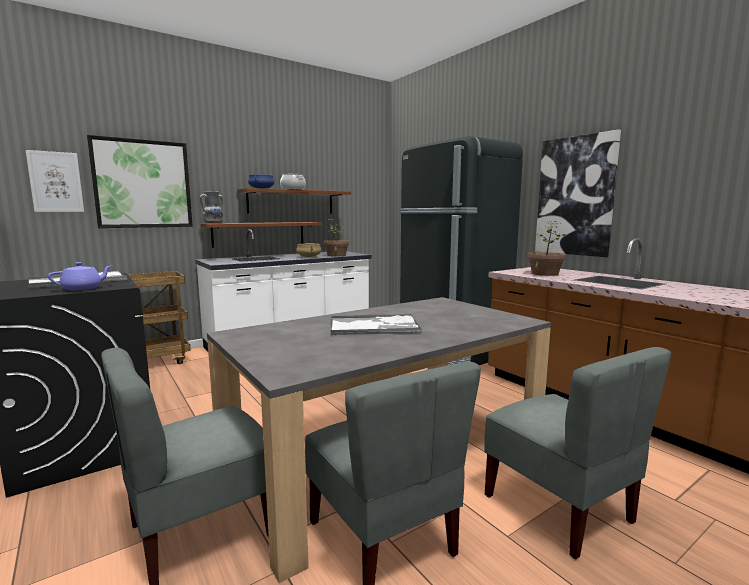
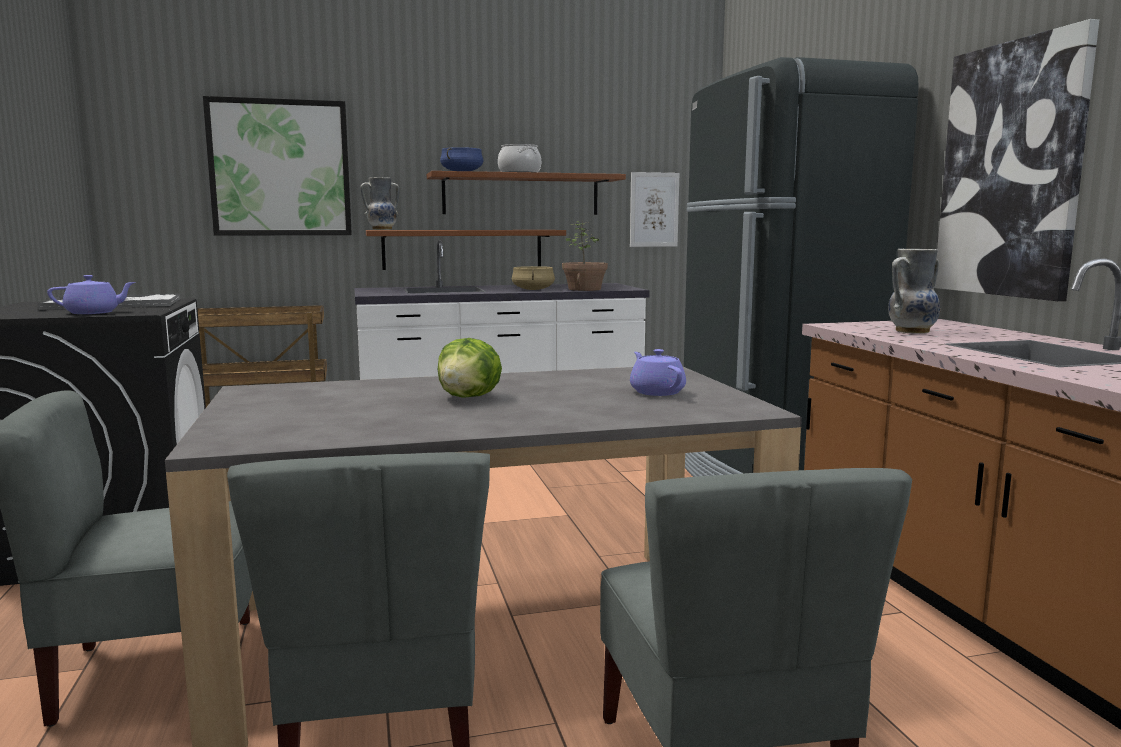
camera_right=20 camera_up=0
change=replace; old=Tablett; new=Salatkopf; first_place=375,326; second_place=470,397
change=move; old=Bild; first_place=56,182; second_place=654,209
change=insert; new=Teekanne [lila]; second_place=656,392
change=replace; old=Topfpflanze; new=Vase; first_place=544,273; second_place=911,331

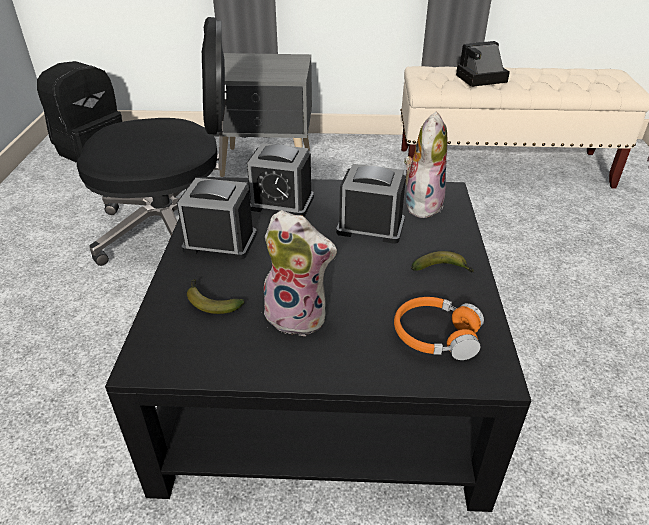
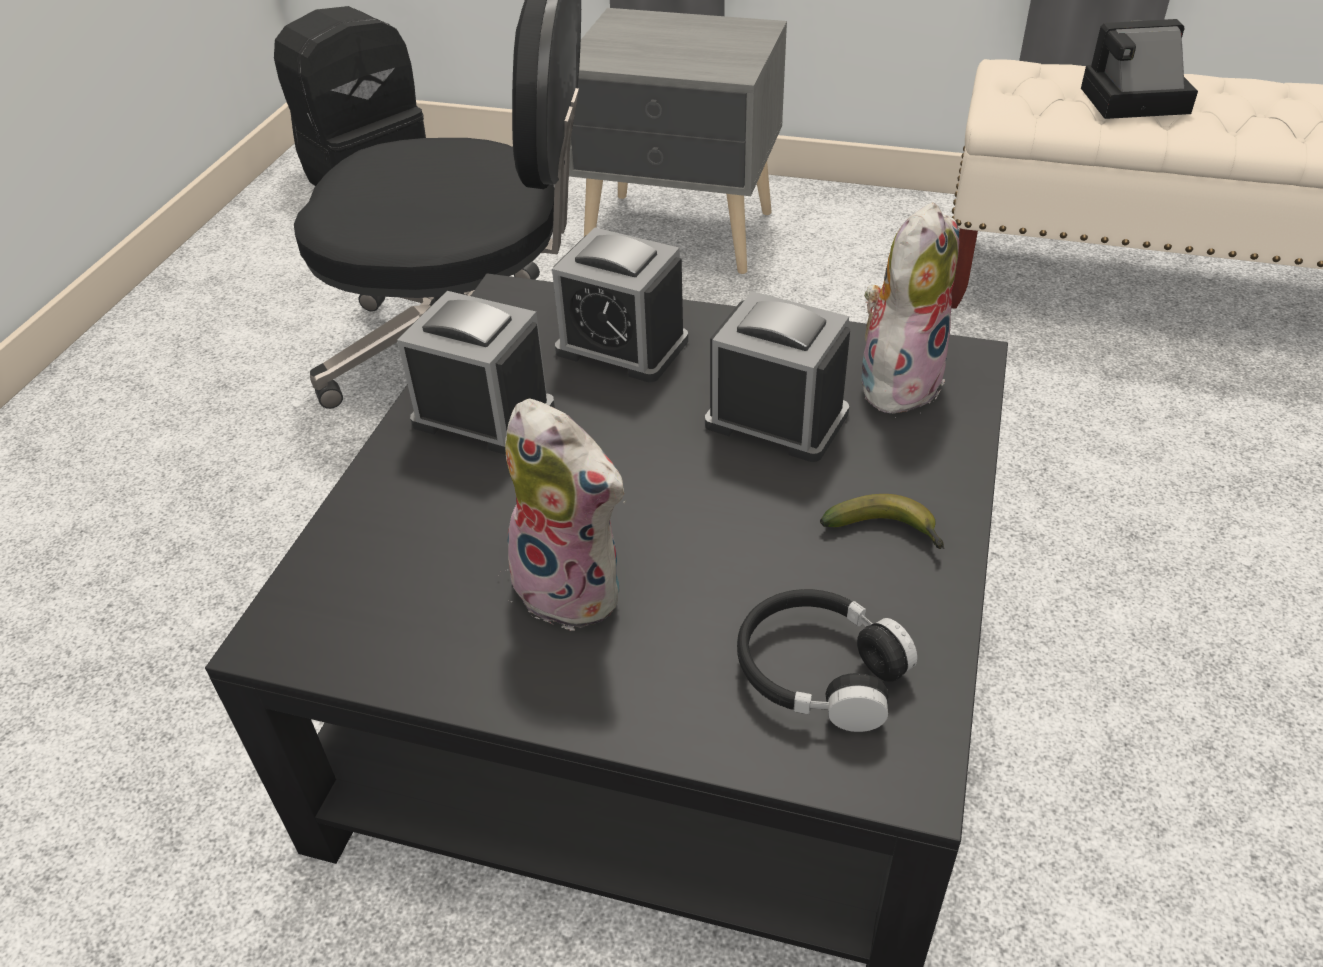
camera_right=15 camera_up=5
change=recolor; old=Kopfhörer [orange]; new=Kopfhörer [schwarz]; first_place=435,336; second_place=819,671
change=delete; old=Banane; first_place=210,302

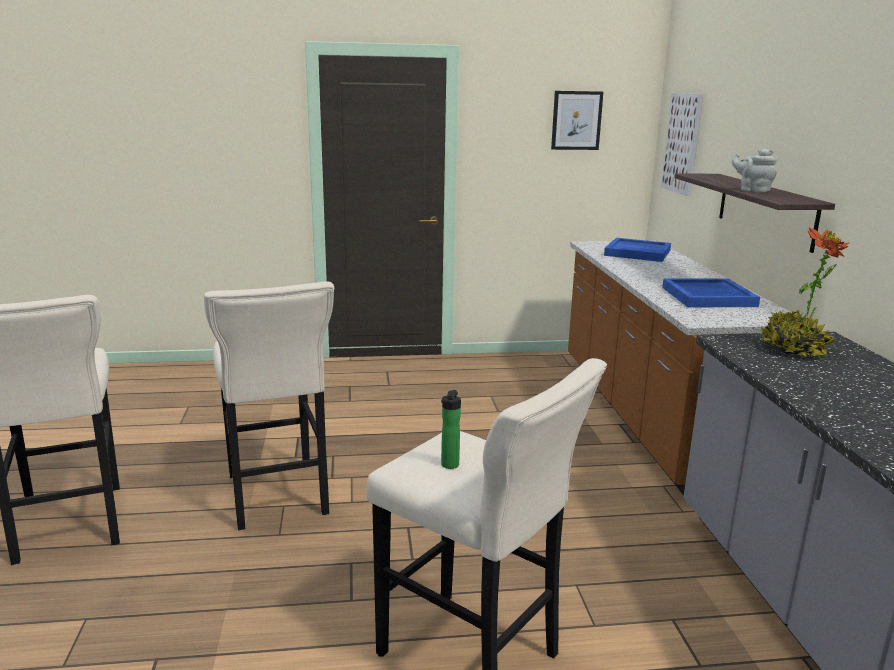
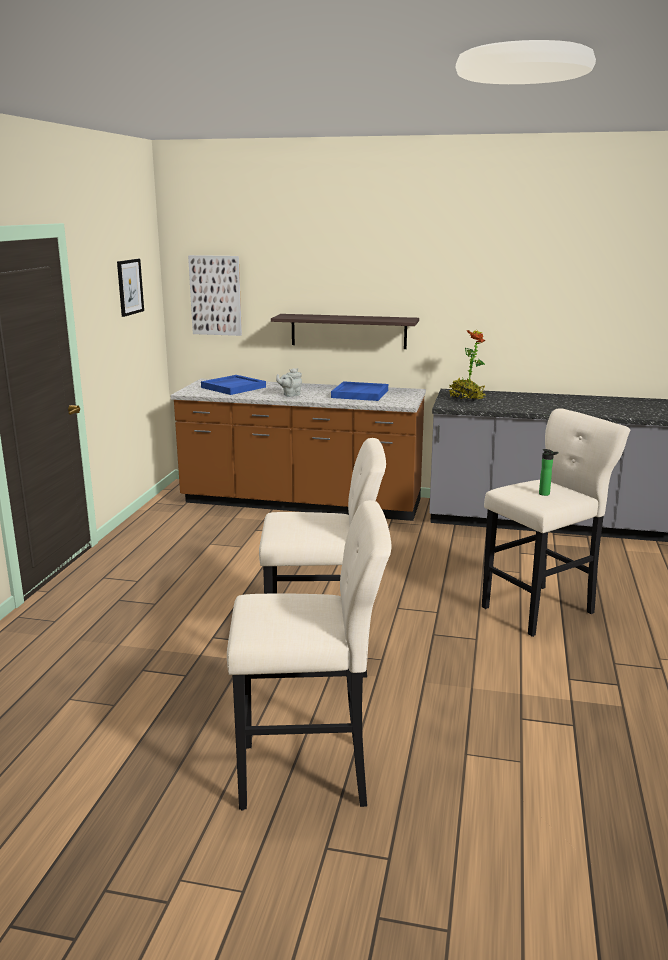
camera_right=-70 camera_up=0
change=move; old=Teekanne [grau]; first_place=752,190; second_place=290,395

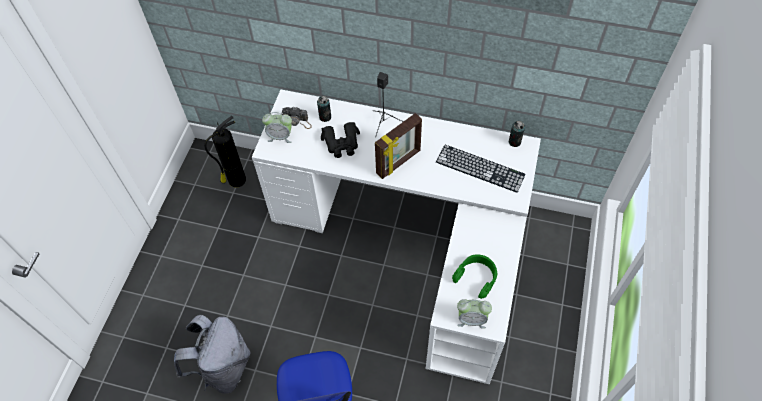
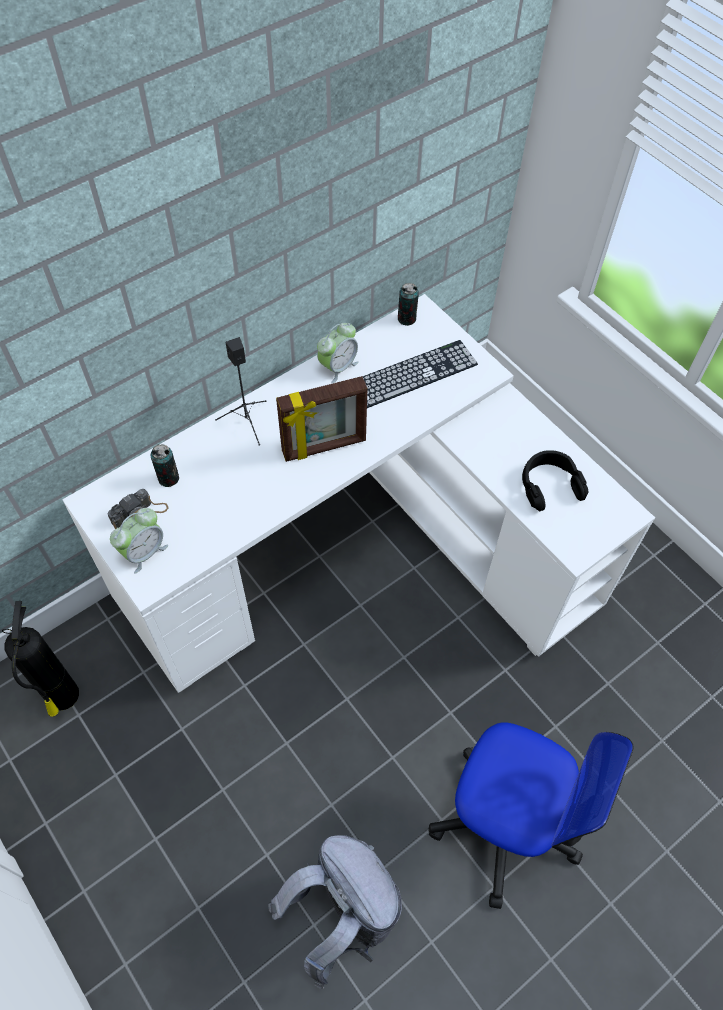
camera_right=-55 camera_up=0
change=rotate; old=Bilderrahmen; first_place=399,162; second_place=324,447; degrees=75
change=move; old=Wecker; first_place=471,319; second_place=338,367
change=recolor; old=Kopfhörer [grün]; new=Kopfhörer [schwarz]; first_place=476,277; second_place=549,485
change=delete; old=Fernglas [schwarz]; first_place=341,143

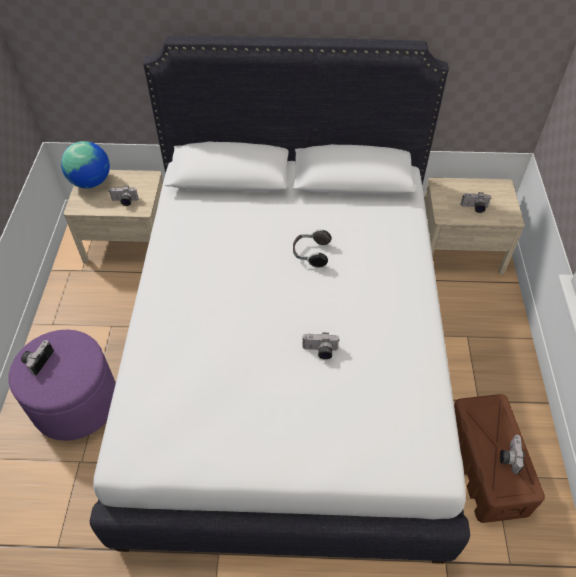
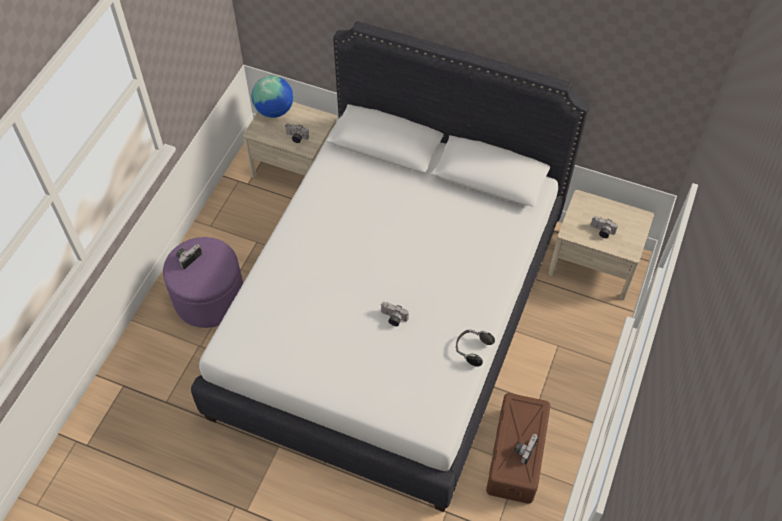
camera_right=20 camera_up=5
change=move; old=Kopfhörer; first_place=311,254; second_place=472,349

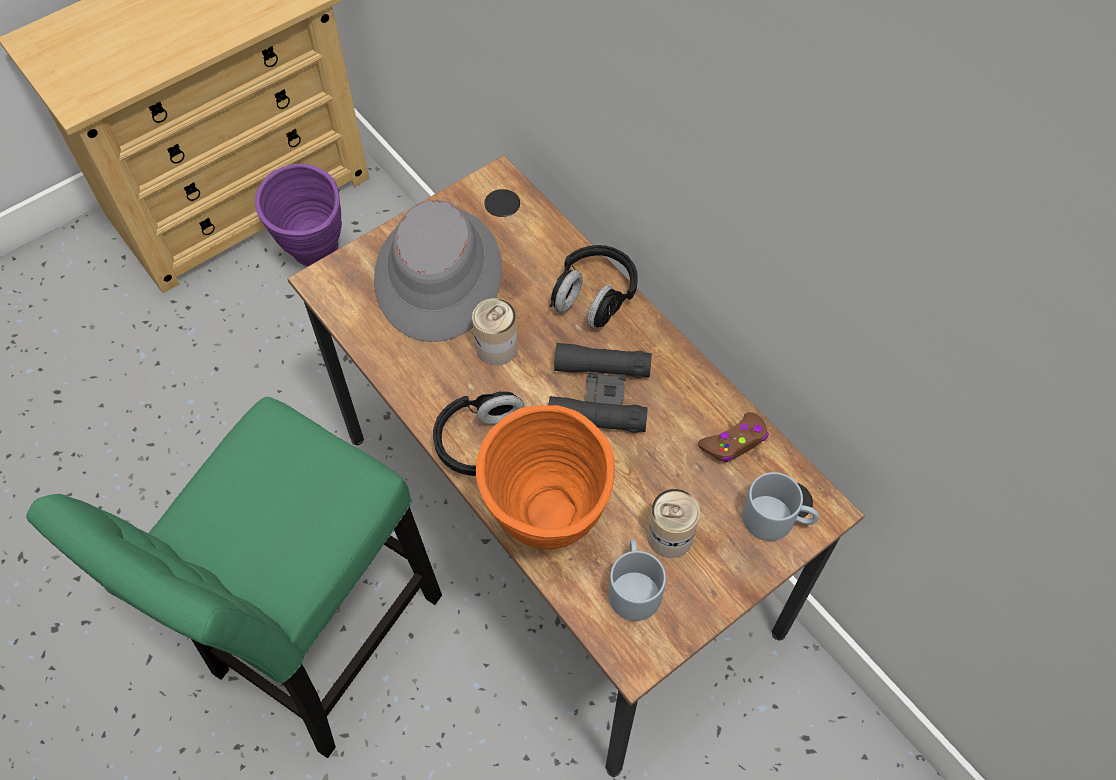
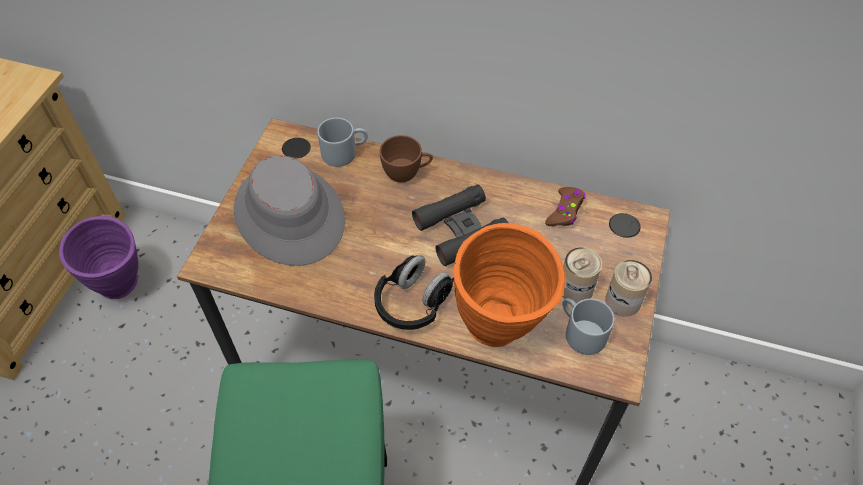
camera_right=-35 camera_up=-5
change=move; old=Henkelbecher [grau]; first_place=777,519; second_place=344,152
change=replace; old=Kopfhörer [schwarz]; new=Tasse [braun]; first_place=594,297; second_place=407,173
change=move; old=Dose; first_place=496,347; second_place=623,301

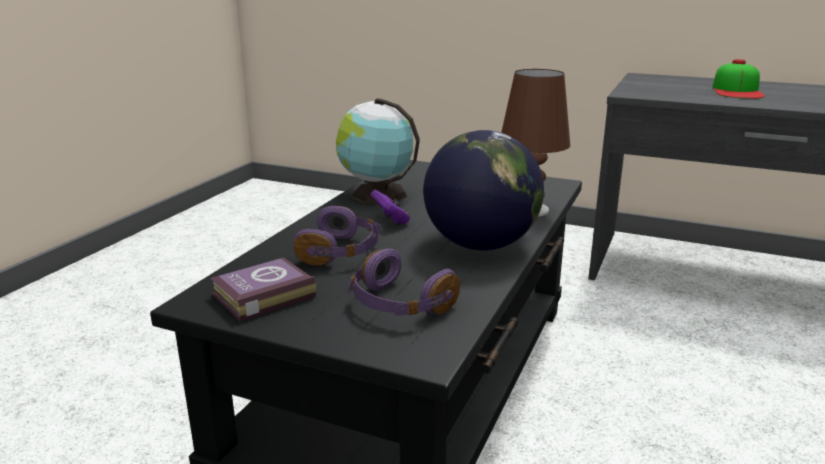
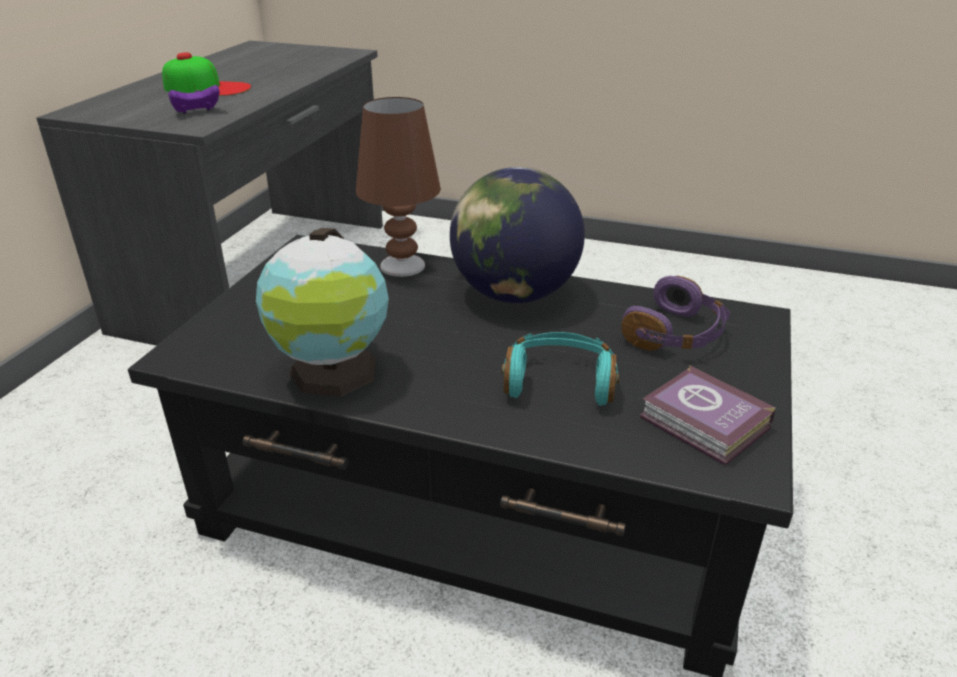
camera_right=-95 camera_up=10
change=move; old=Gamepad [lila]; first_place=391,220; second_place=197,112
change=recolor; old=Kopfhörer [lila]; new=Kopfhörer [türkis]; first_place=341,252; second_place=559,382

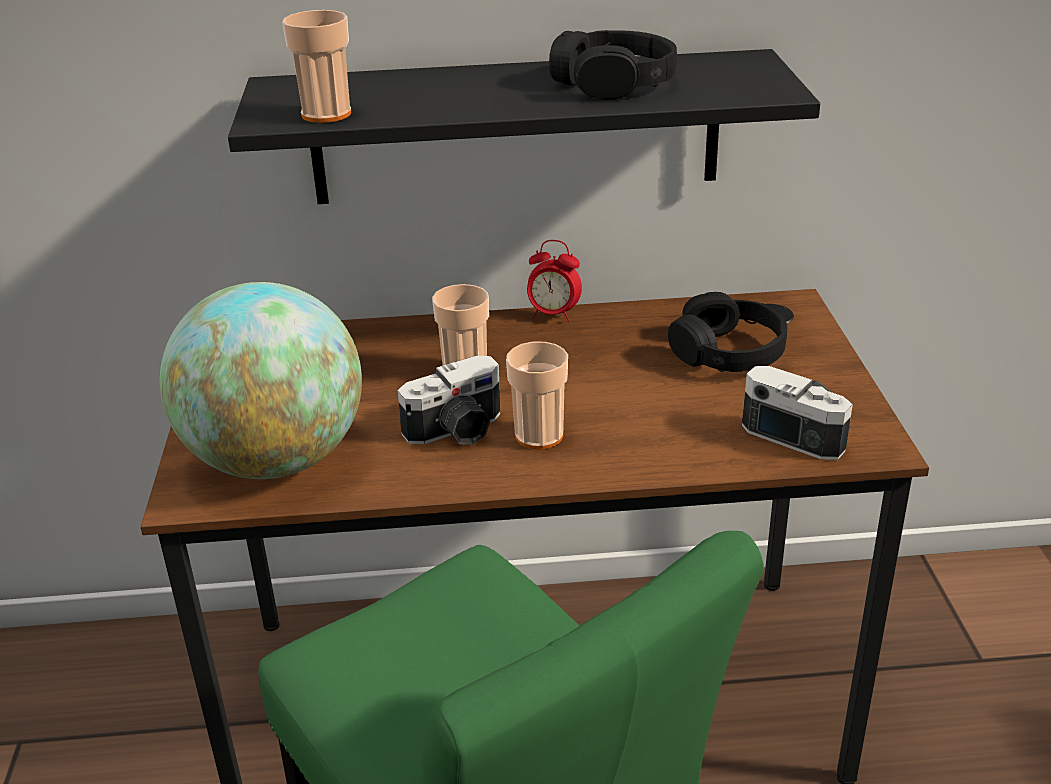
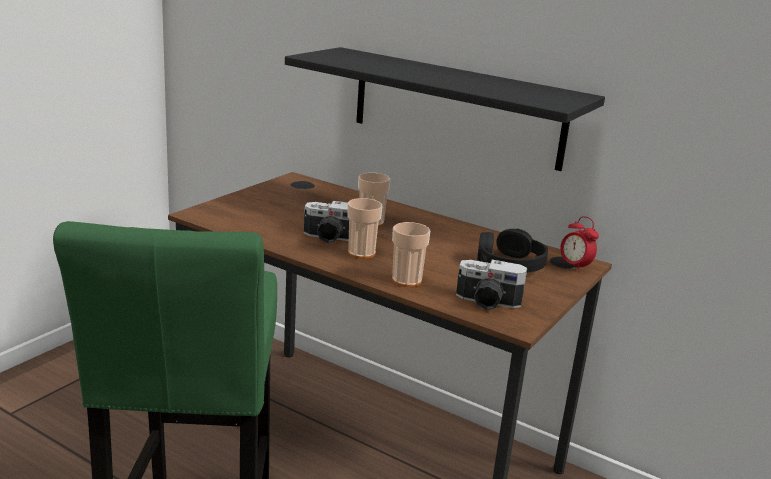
camera_right=35 camera_up=-10
change=move; old=Tasse; first_place=326,114; second_place=406,280
change=rotate; old=Kamera; first_place=799,431; second_place=487,303; degrees=120
change=move; old=Wecker; first_place=553,315; second_place=574,267
change=delete; old=Globus; first_place=277,460
change=delete; old=Kopfhörer [schwarz]; first_place=614,83

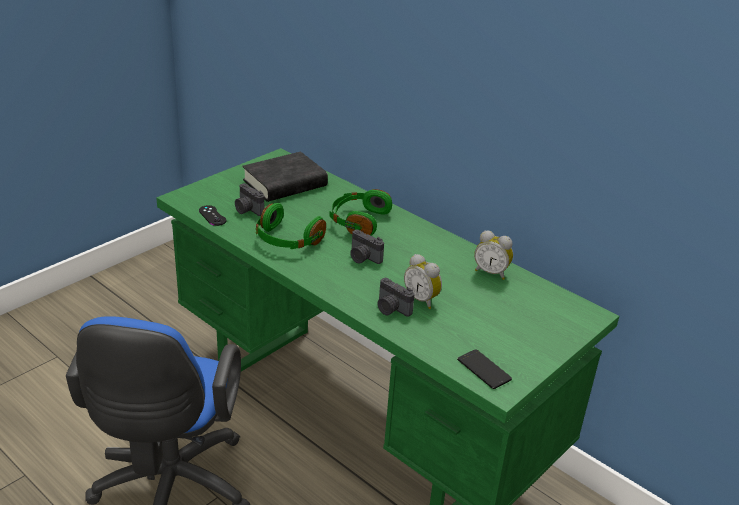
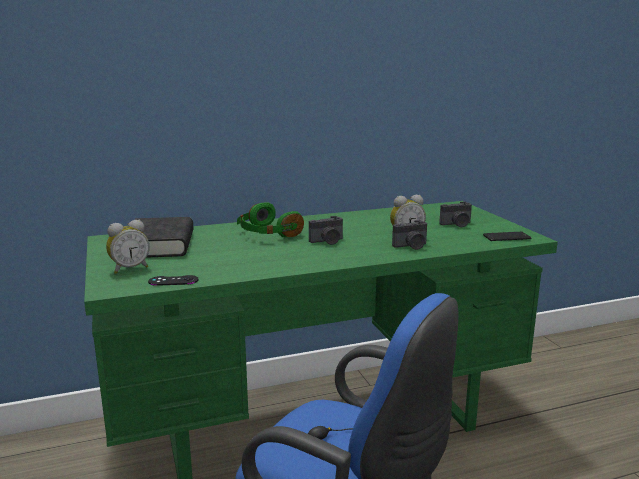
camera_right=-60 camera_up=-15
change=move; old=Wecker; first_place=491,272; second_place=129,269
change=move; old=Kamera; first_place=247,210; second_place=457,224
change=delete; old=Kopfhörer [grün]; first_place=287,240

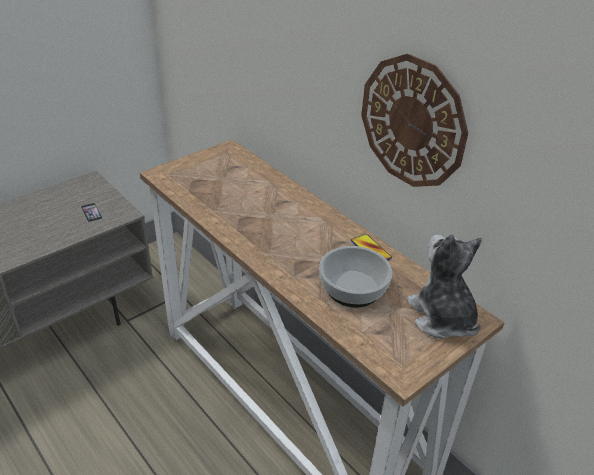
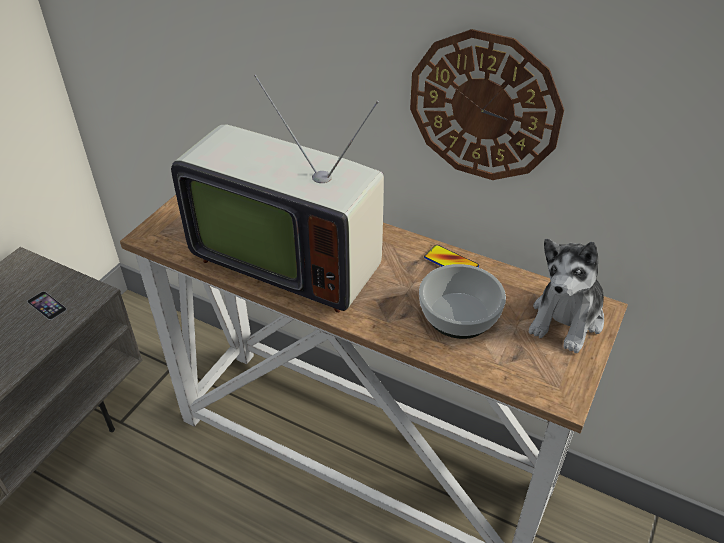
camera_right=-20 camera_up=5
change=insert; new=Fernseher; second_place=288,259
change=rotate; old=Plüschtier; first_place=441,317; second_place=566,319; degrees=-105

